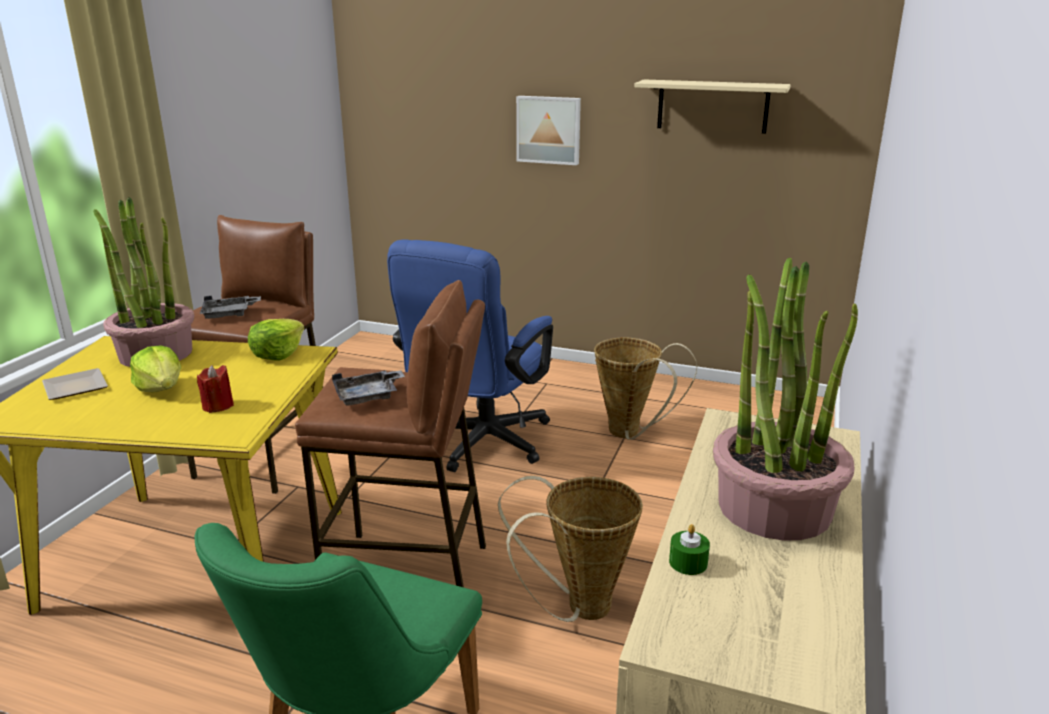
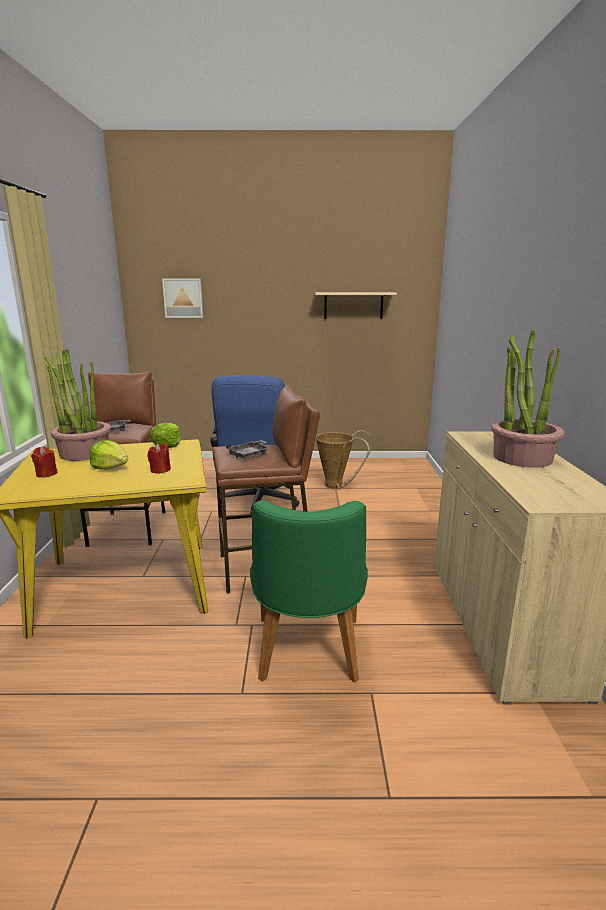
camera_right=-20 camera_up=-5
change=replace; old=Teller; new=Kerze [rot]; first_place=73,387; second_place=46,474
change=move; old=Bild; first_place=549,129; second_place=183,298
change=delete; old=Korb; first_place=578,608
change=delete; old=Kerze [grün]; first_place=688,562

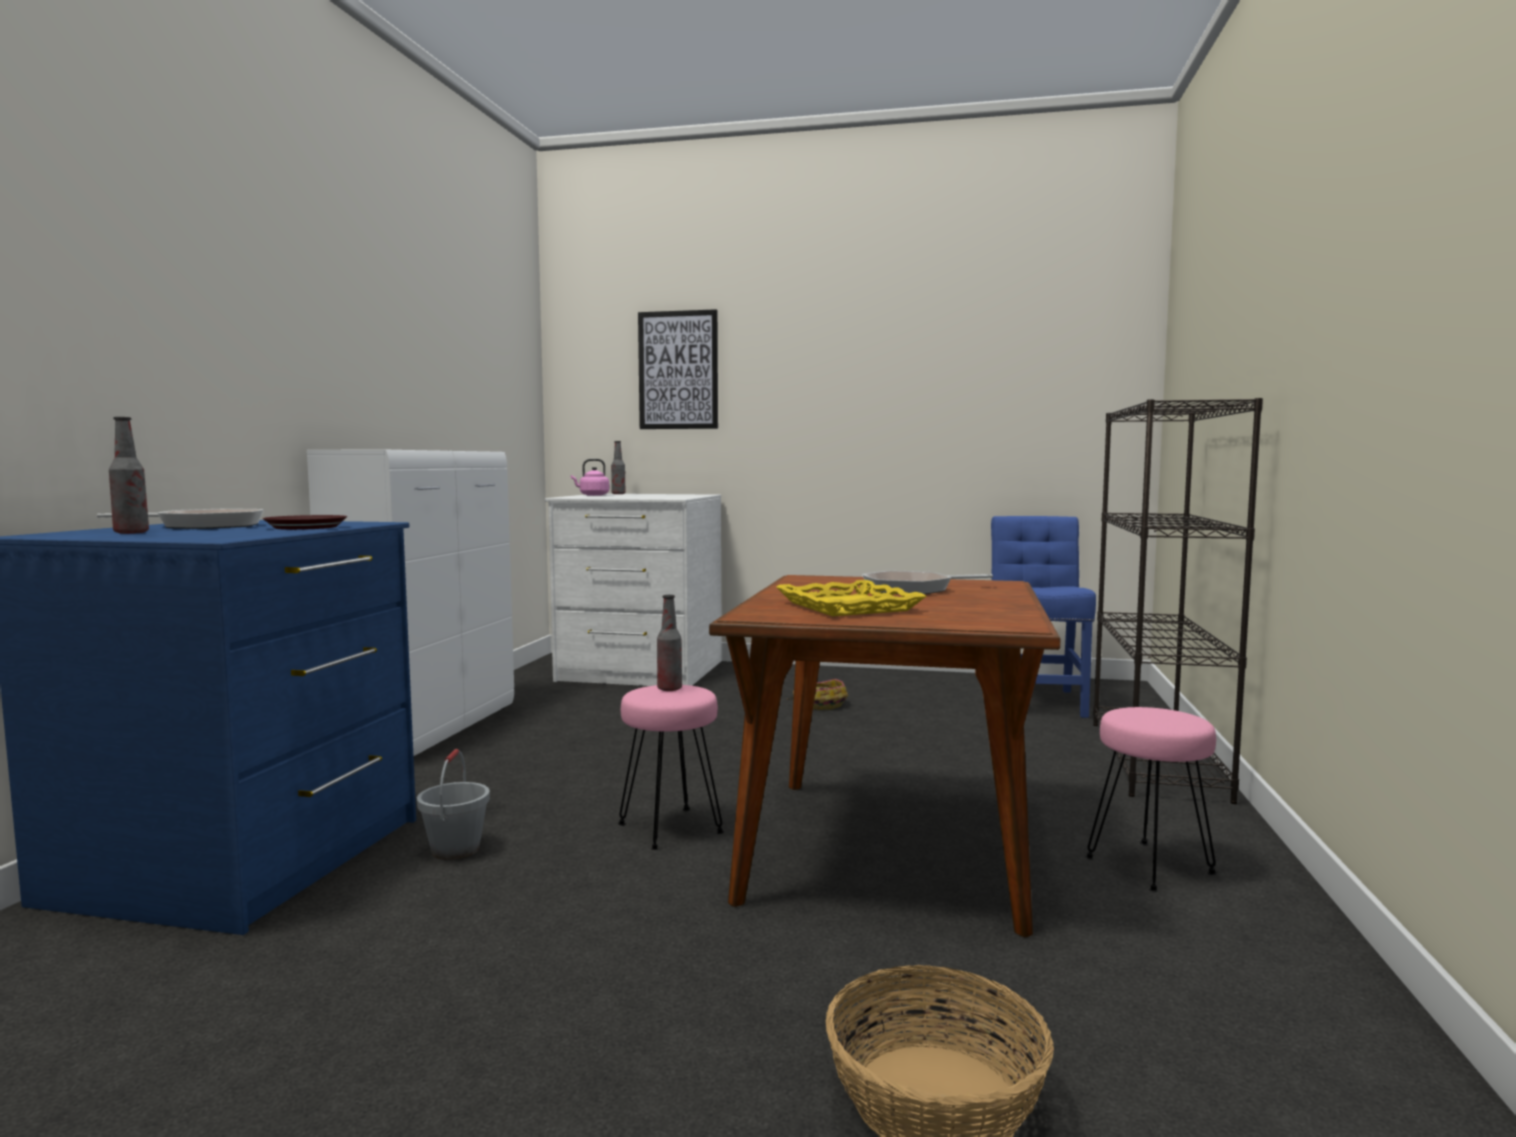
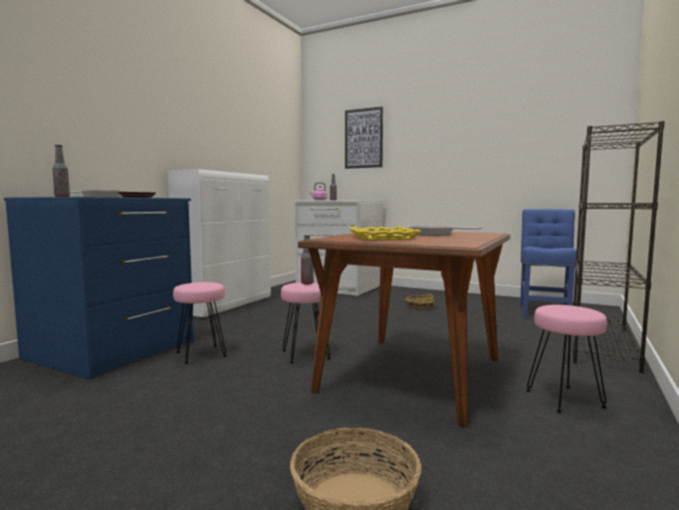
camera_right=15 camera_up=0
change=replace; old=Eimer [grau]; new=Hocker [rosa]; first_place=455,850; second_place=201,354

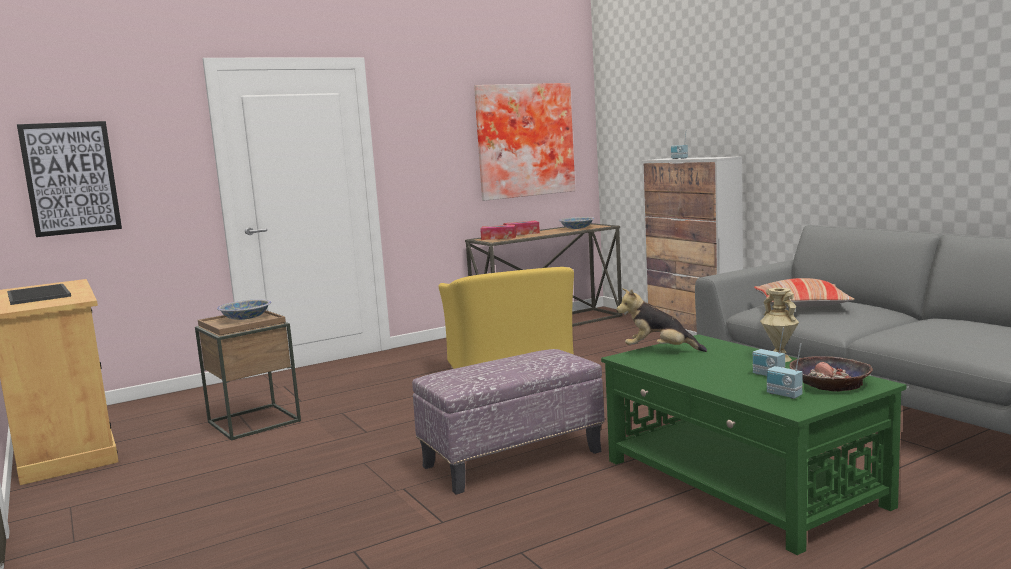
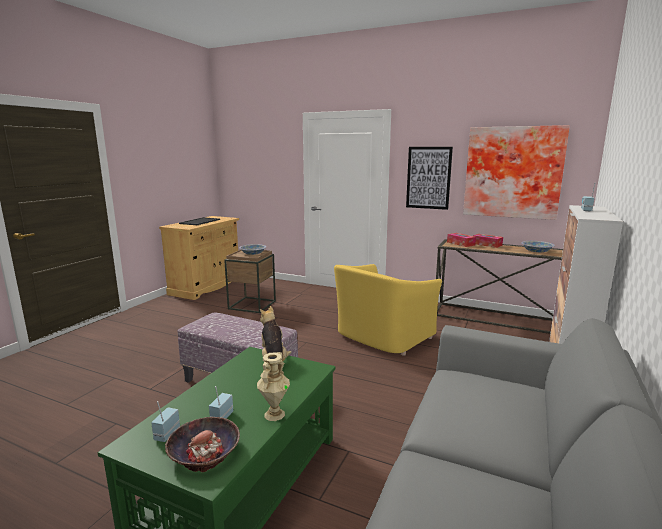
camera_right=55 camera_up=5
change=move; old=Bild; first_place=71,178; second_place=428,178
change=delete; old=Kissen; first_place=801,305

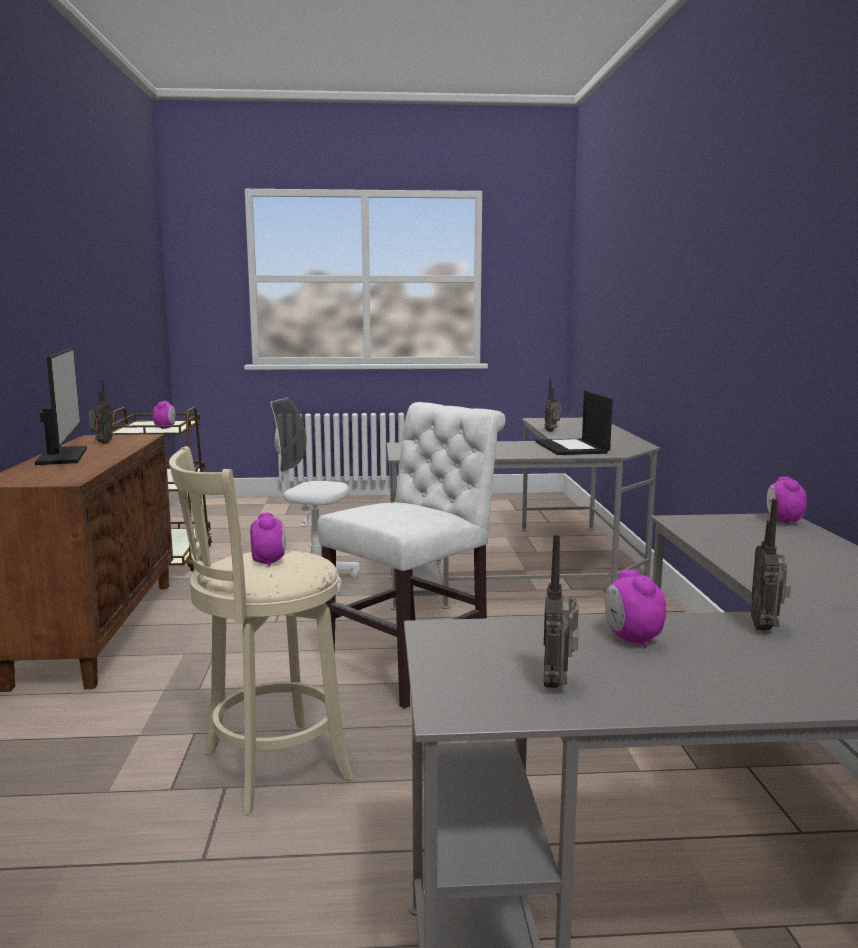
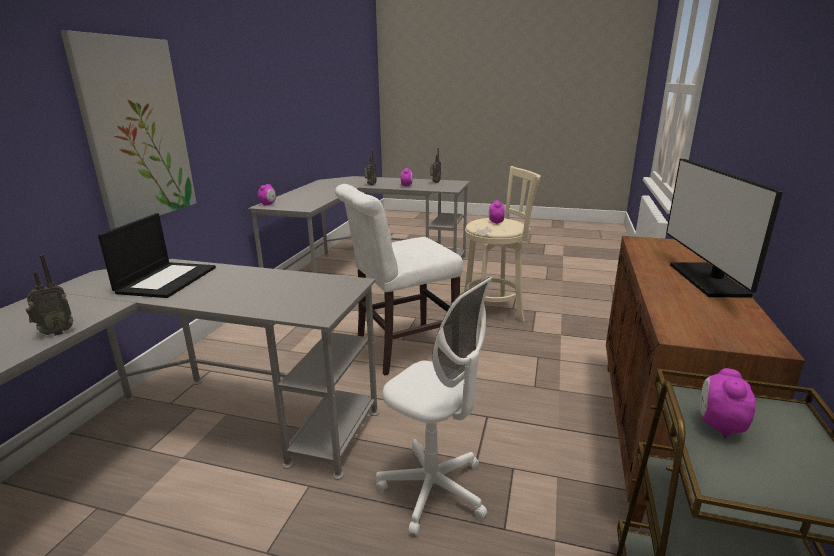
camera_right=-160 camera_up=10
change=insert; new=Bild; second_place=136,131
change=delete; old=Radio; first_place=101,443

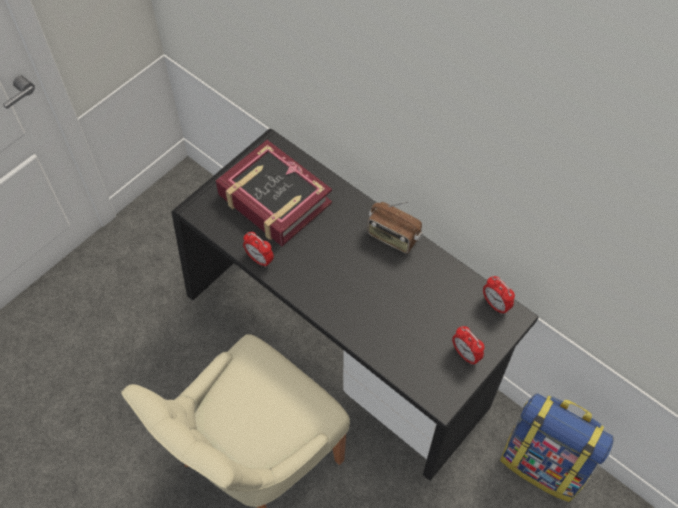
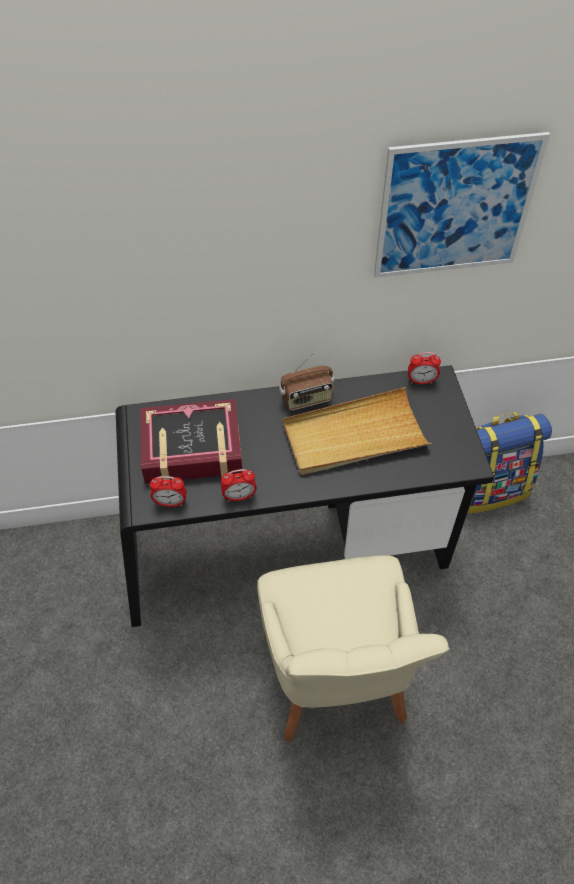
camera_right=-50 camera_up=-5
change=move; old=Wecker; first_place=465,354; second_place=170,502
change=insert; new=Tablett [beige]; second_place=354,436
change=insert; new=Bild; second_place=455,208

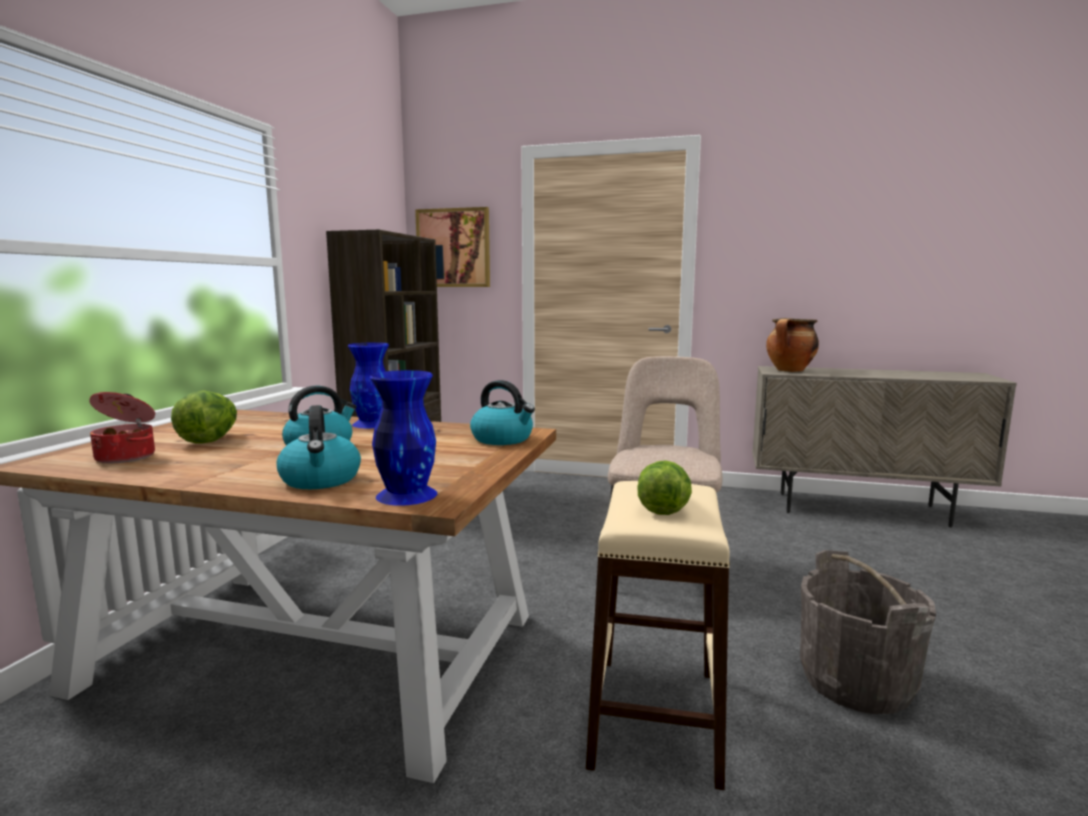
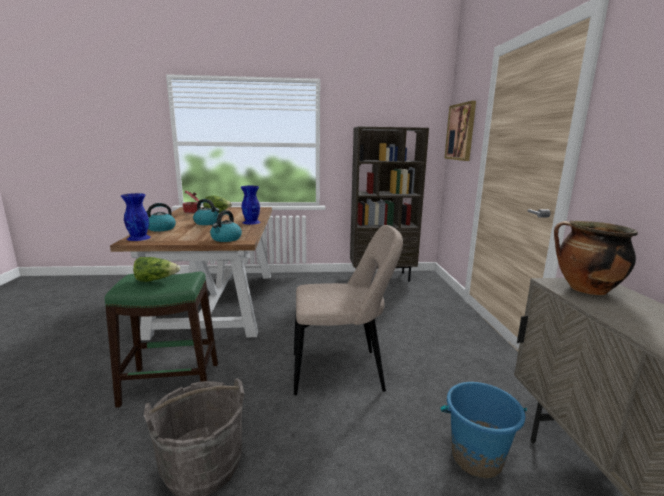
camera_right=70 camera_up=5
change=recolor; old=Hocker [beige]; new=Hocker [grün]; first_place=656,716; second_place=171,384
change=insert; new=Eimer [blau]; second_place=476,458

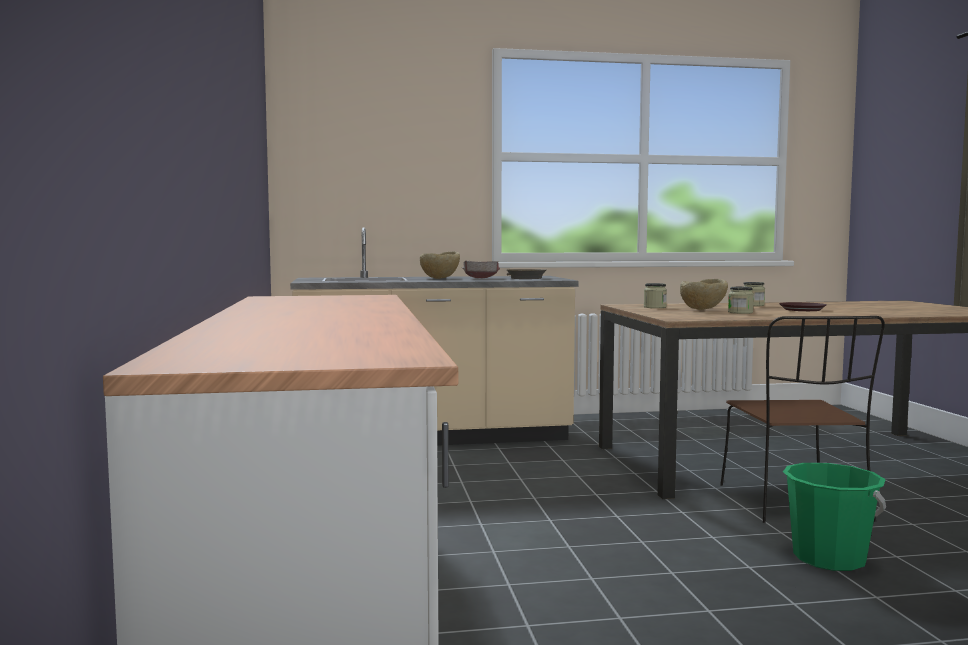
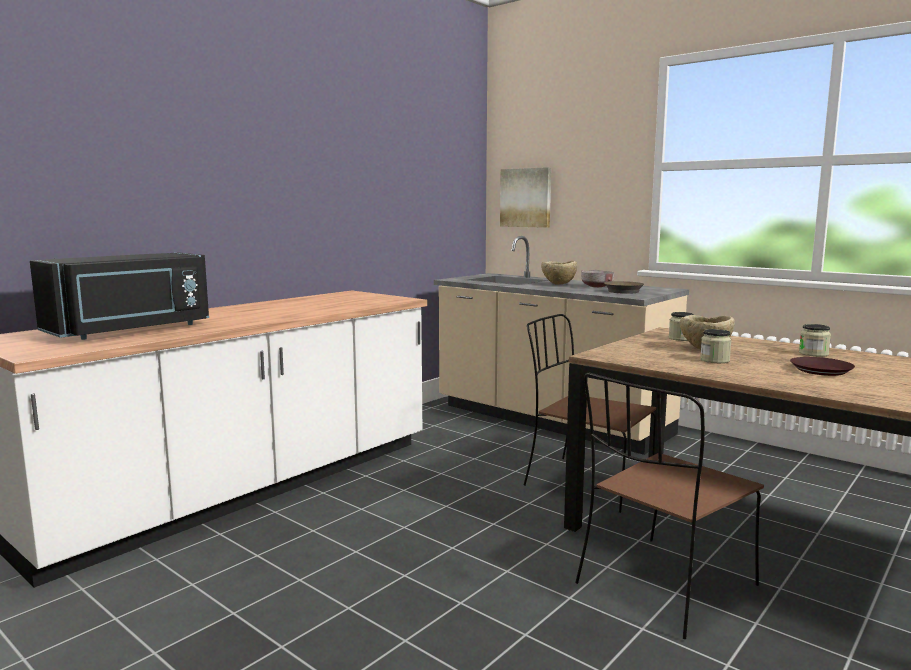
camera_right=50 camera_up=5
change=insert; new=Mikrowelle [schwarz]; second_place=131,330
change=insert; new=Bild; second_place=526,197
change=insert; new=Stuhl [braun]; second_place=585,483
change=delete; old=Eimer [grün]; first_place=829,558

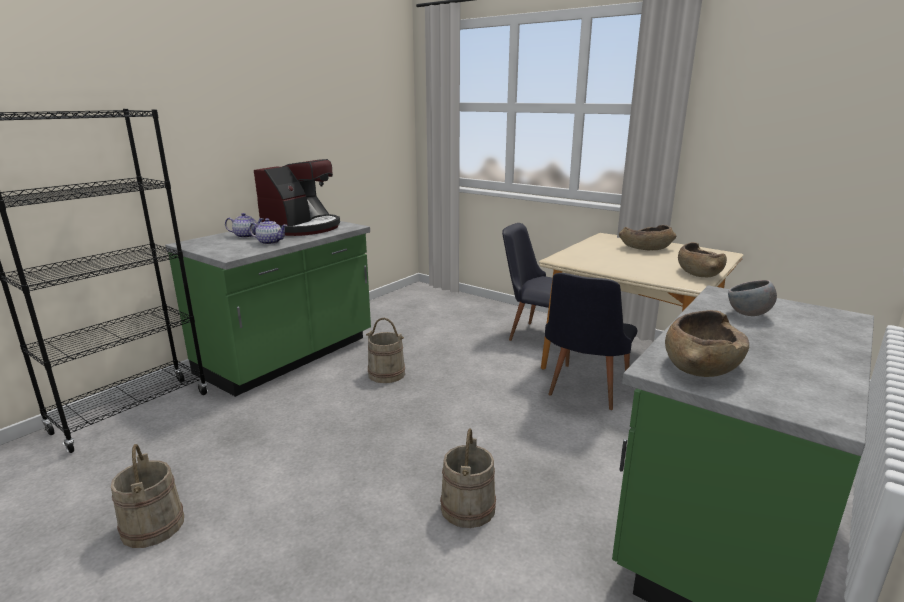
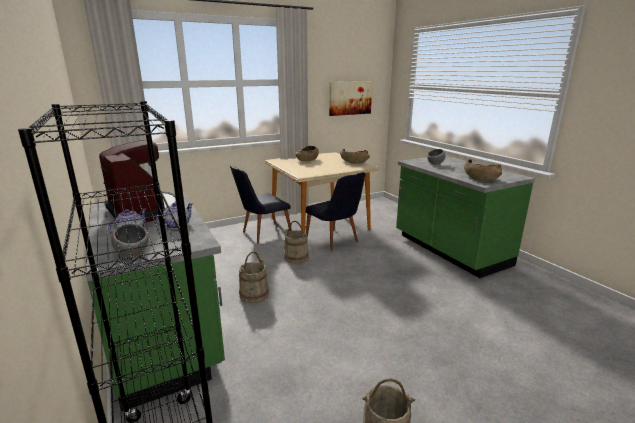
camera_right=-65 camera_up=0
change=insert; new=Schüssel [grau]; second_place=133,253
change=move; old=Eimer [beige]; first_place=468,508; second_place=296,257
change=insert; new=Bild; second_place=350,98

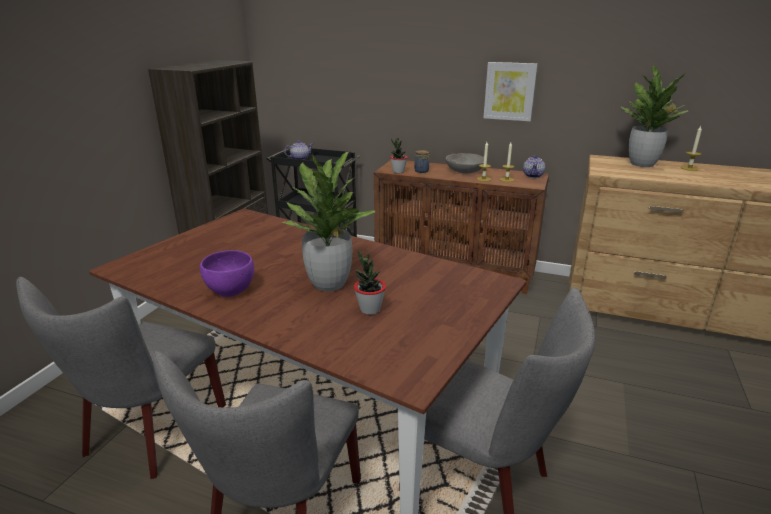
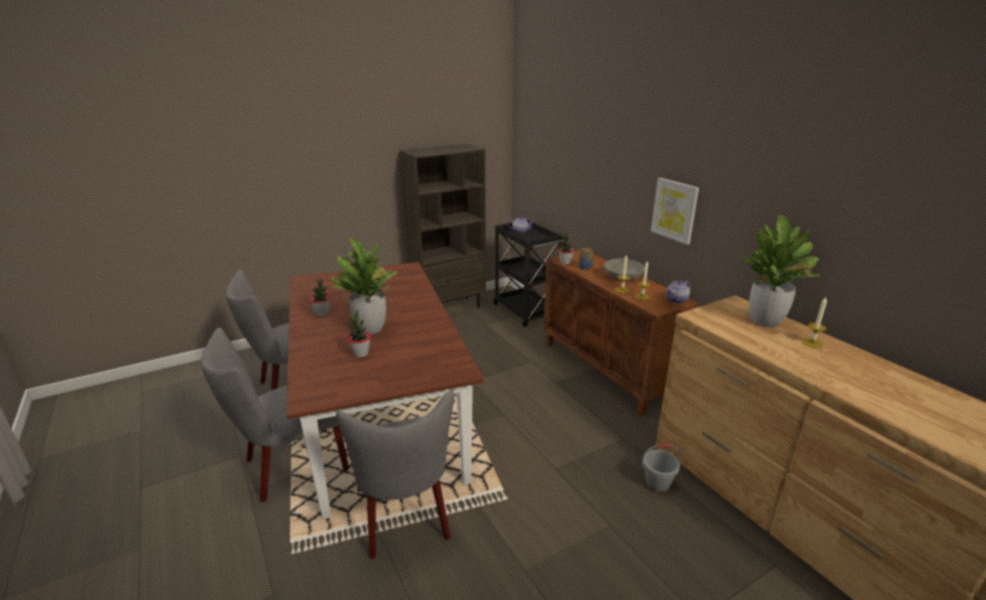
camera_right=40 camera_up=0
change=replace; old=Schüssel [lila]; new=Topfpflanze; first_place=230,291; second_place=322,313
change=insert; new=Eimer [grau]; second_place=657,484

